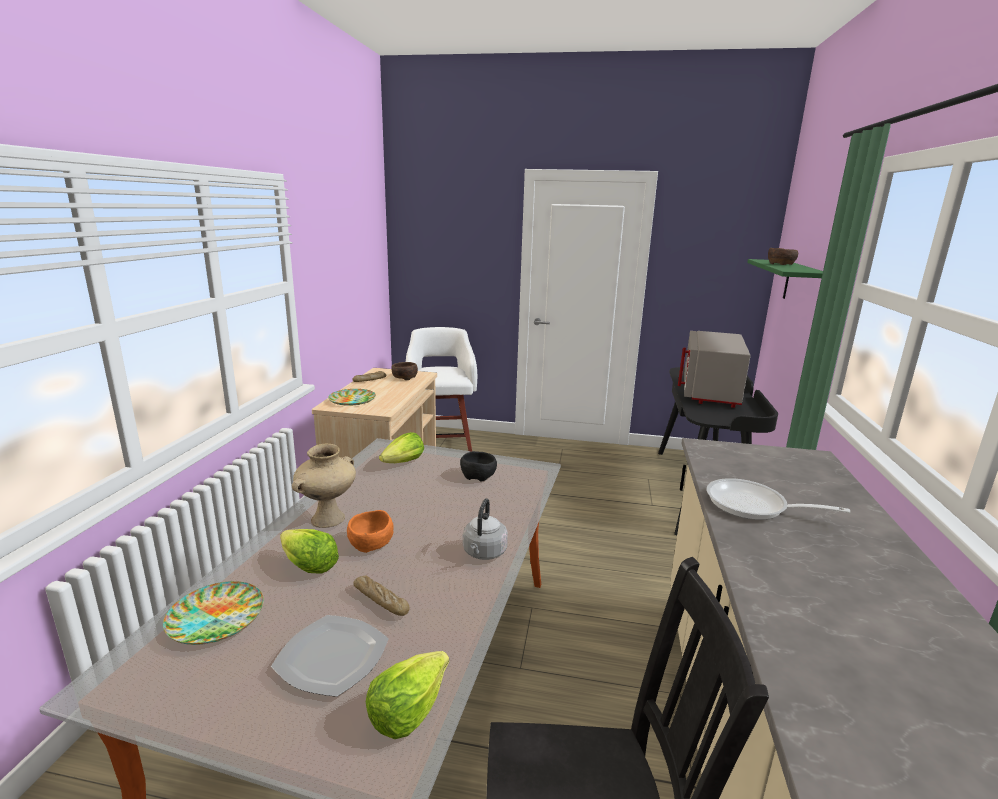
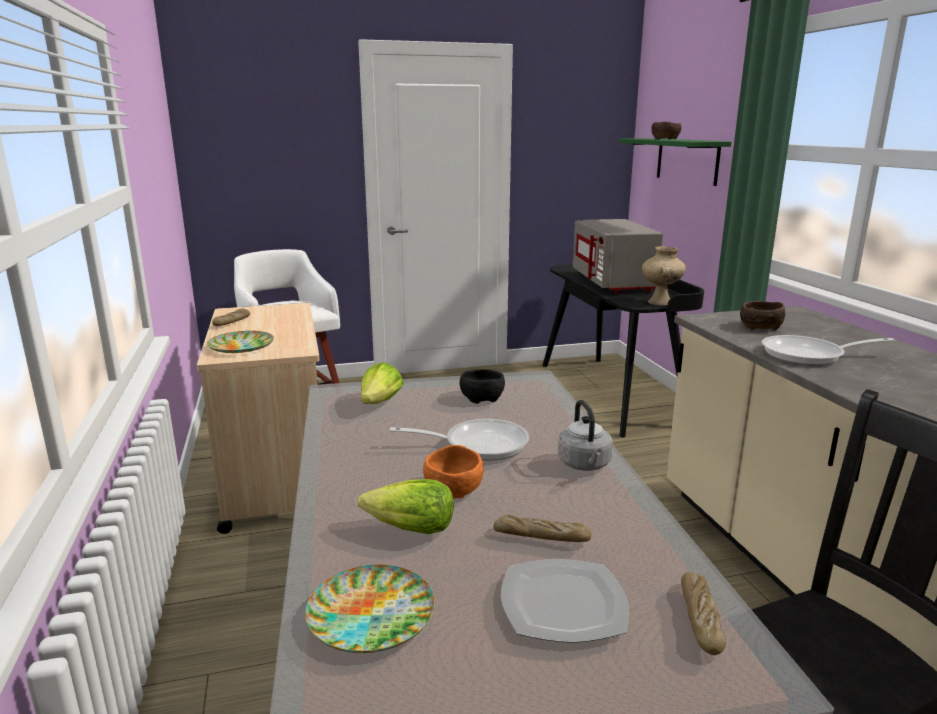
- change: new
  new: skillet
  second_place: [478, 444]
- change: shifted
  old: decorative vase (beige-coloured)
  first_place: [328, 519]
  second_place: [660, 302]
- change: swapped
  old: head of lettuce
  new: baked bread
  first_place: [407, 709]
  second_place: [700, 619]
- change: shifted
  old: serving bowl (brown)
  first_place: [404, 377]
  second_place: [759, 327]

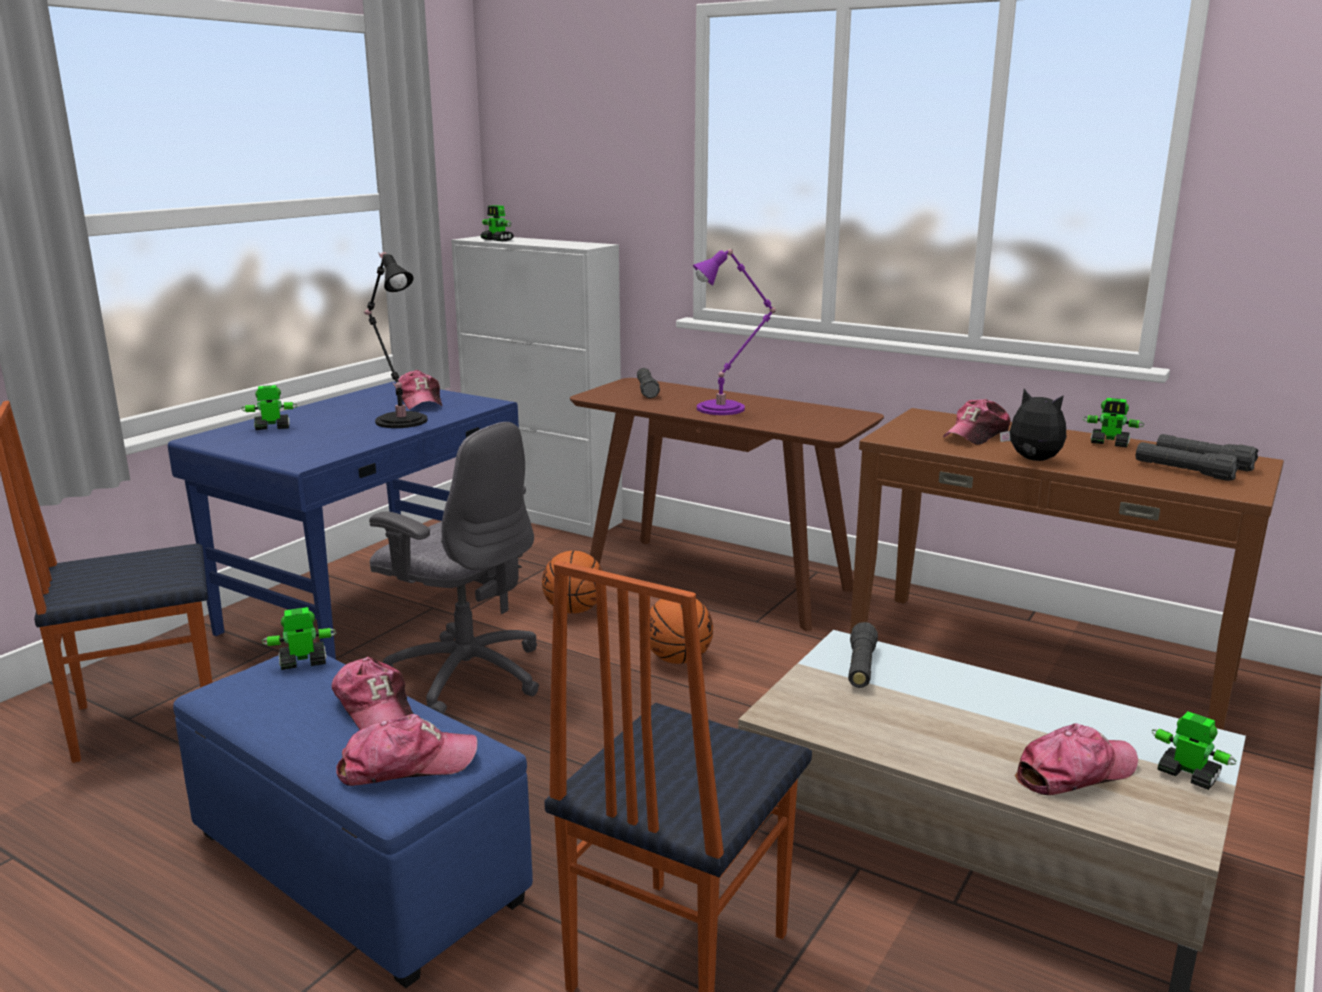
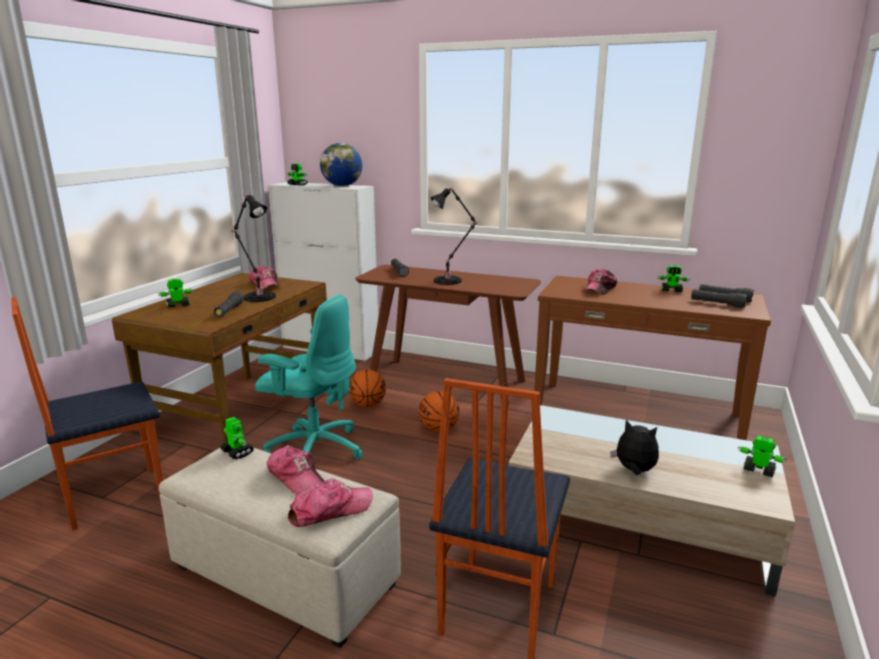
- change: repainted
  old: desk unit (blue)
  new: desk unit (brown)
  first_place: [372, 607]
  second_place: [242, 412]
- change: repainted
  old: footrest (blue)
  new: footrest (beige-coloured)
  first_place: [355, 865]
  second_place: [283, 575]
- change: shifted
  old: hand torch (black-coloured)
  first_place: [861, 667]
  second_place: [229, 311]
- change: rotated
  old: robot figure
  first_place: [302, 662]
  second_place: [237, 452]
  degrees: 75
- change: repainted
  old: computer chair (greyish)
  new: computer chair (blue-green)
  first_place: [466, 675]
  second_place: [314, 449]
- change: new
  new: desk globe
  second_place: [342, 186]
- change: repainted
  old: table lamp (purple)
  new: table lamp (black-coloured)
  first_place: [725, 408]
  second_place: [450, 280]
- change: shifted
  old: plush toy
  first_place: [1032, 460]
  second_place: [634, 471]
- change: gone
  old: baseball cap
  first_place: [1074, 772]

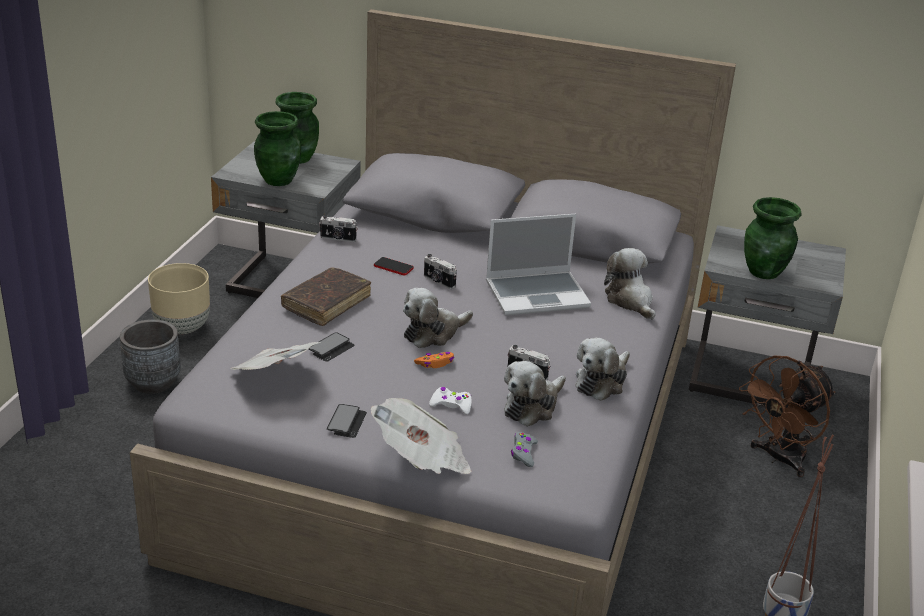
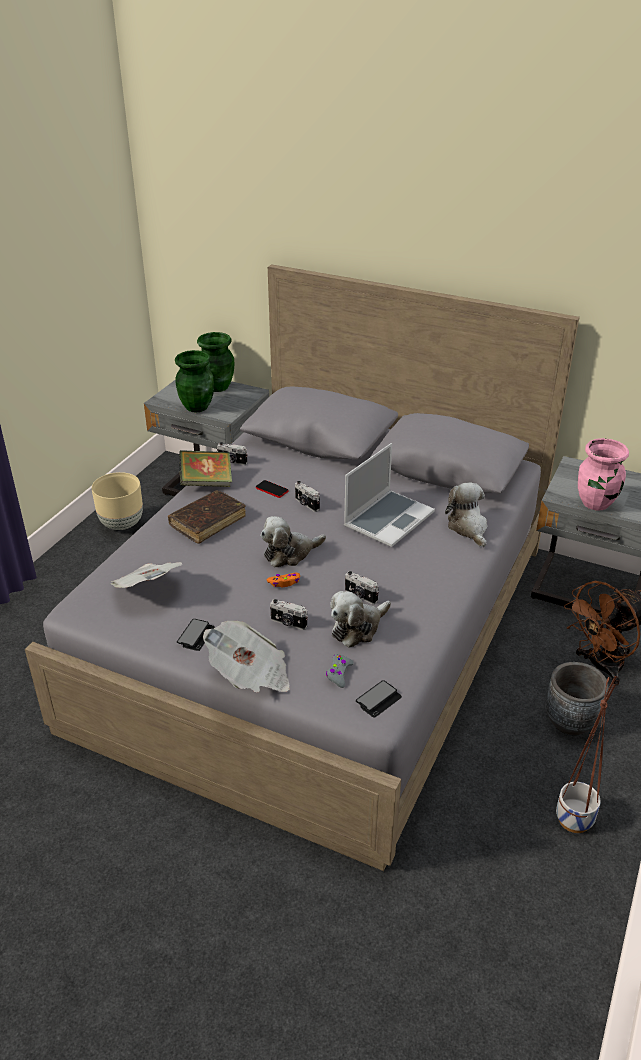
- change: new
  new: bound book
  second_place: [206, 483]
- change: swapped
  old: joypad (whitish)
  new: still camera
  first_place: [451, 405]
  second_place: [288, 623]
- change: rotated
  old: laptop
  first_place: [538, 294]
  second_place: [388, 519]
  degrees: -45
- change: shifted
  old: telephone
  first_place: [331, 348]
  second_place: [378, 700]
- change: shifted
  old: plant pot (greyish)
  first_place: [153, 382]
  second_place: [570, 721]
- change: repainted
  old: decorative vase (greenish)
  new: decorative vase (pink-coloured)
  first_place: [764, 272]
  second_place: [596, 503]
- change: gone
  old: plush toy
  first_place: [602, 382]

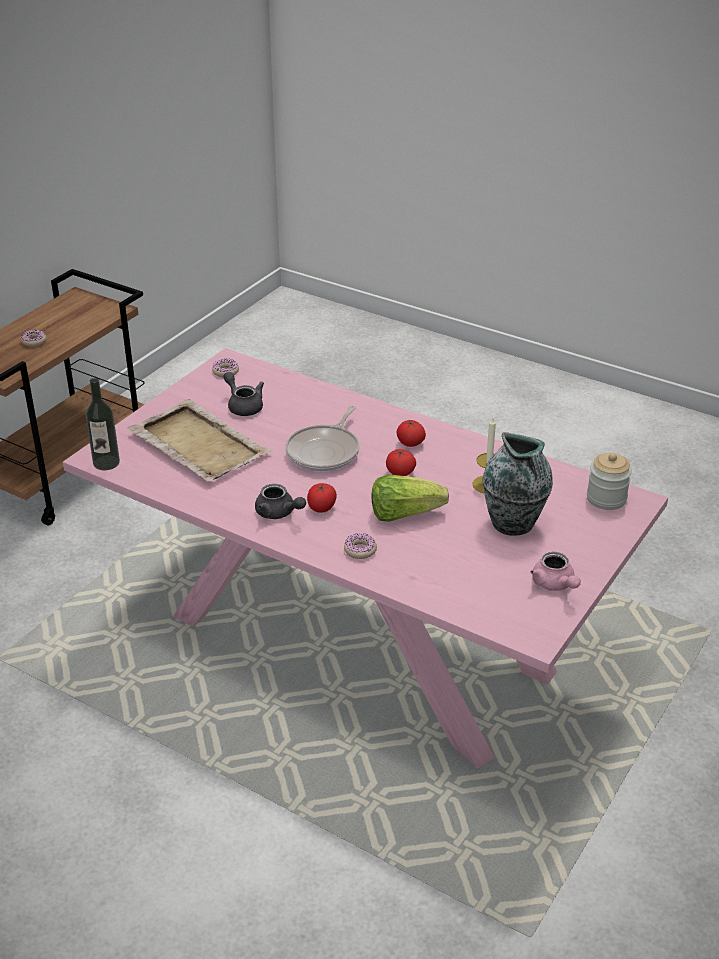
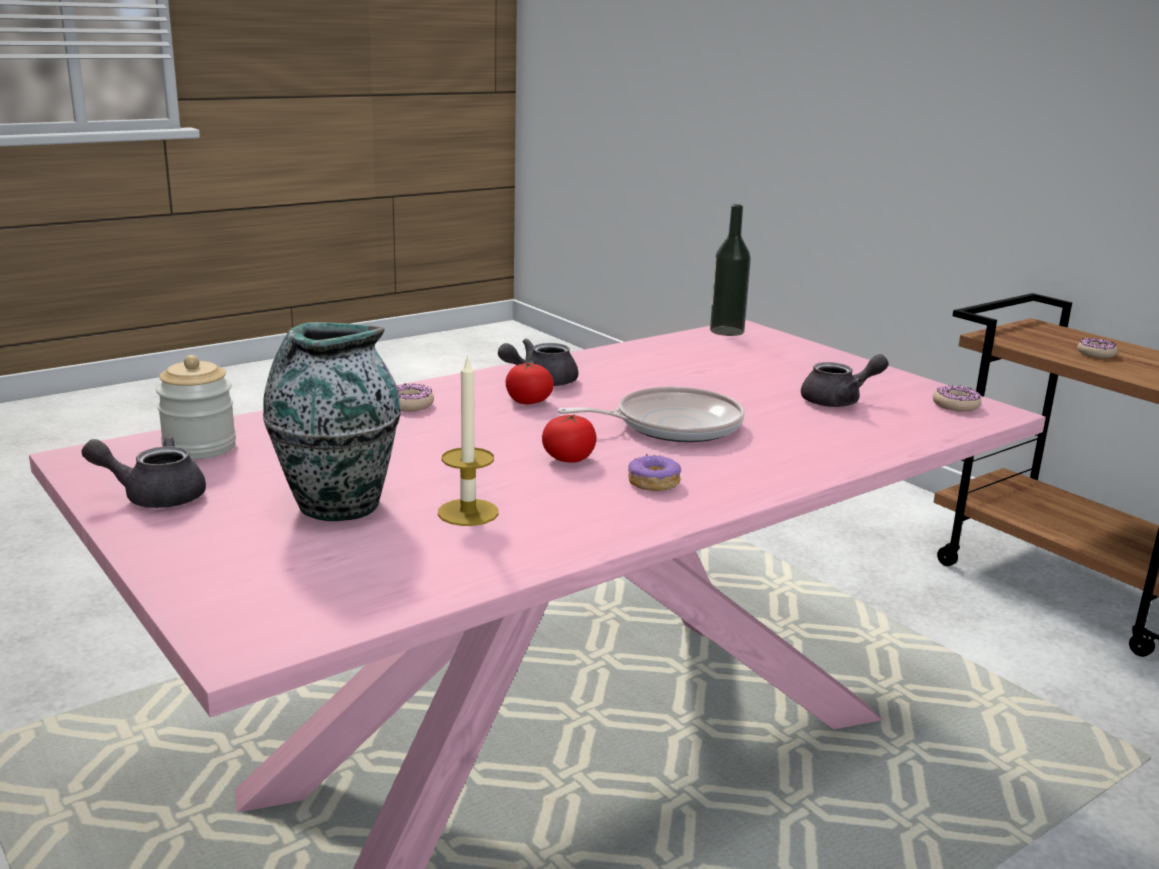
- change: repainted
  old: pot for tea (pink-coloured)
  new: pot for tea (greyish)
  first_place: [555, 584]
  second_place: [154, 496]
- change: shifted
  old: preserve jar
  first_place: [606, 498]
  second_place: [199, 447]
- change: rotated
  old: skillet
  first_place: [325, 451]
  second_place: [671, 425]
  degrees: 120
- change: swapped
  old: fresh tomato
  new: doughnut
  first_place: [410, 443]
  second_place: [653, 482]
- change: gone
  old: tray (beige-coloured)
  first_place: [198, 444]
- change: gone
  old: head of lettuce
  first_place: [404, 514]

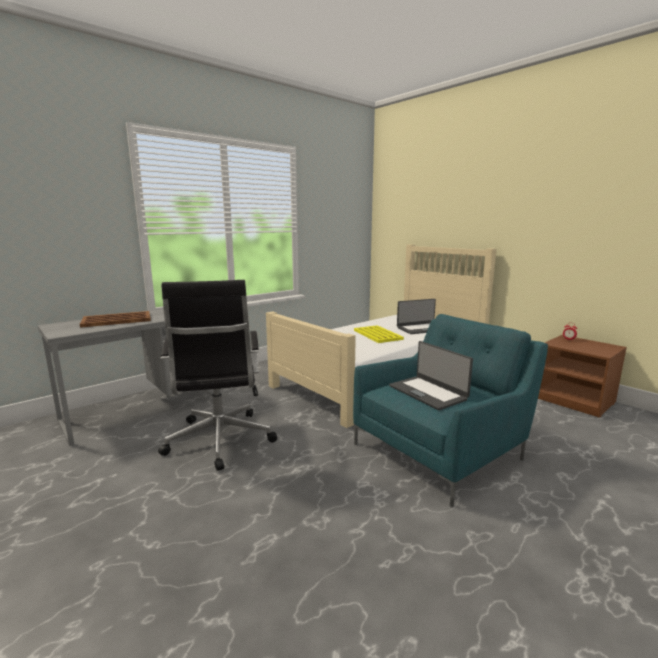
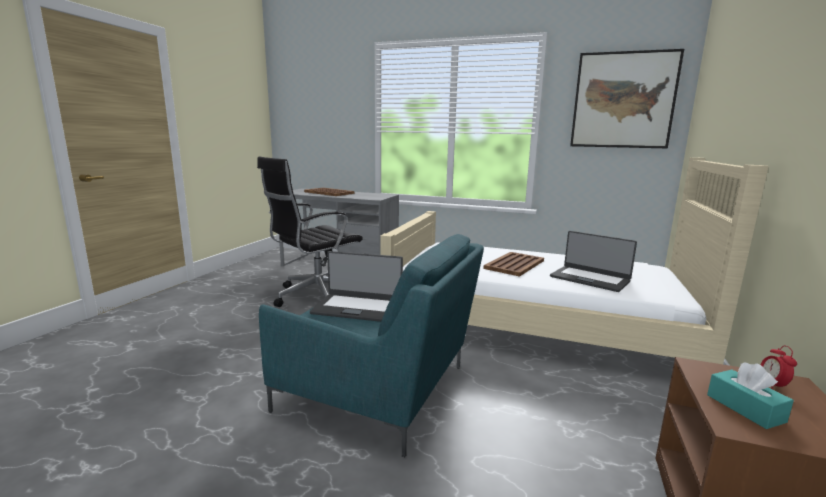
- change: rotated
  old: laptop
  first_place: [428, 392]
  second_place: [358, 308]
  degrees: -105
- change: repainted
  old: tray (yellow)
  new: tray (brown)
  first_place: [377, 334]
  second_place: [515, 264]
- change: new
  new: wall art
  second_place: [623, 100]
- change: new
  new: box of tissues (blue-green)
  second_place: [745, 408]

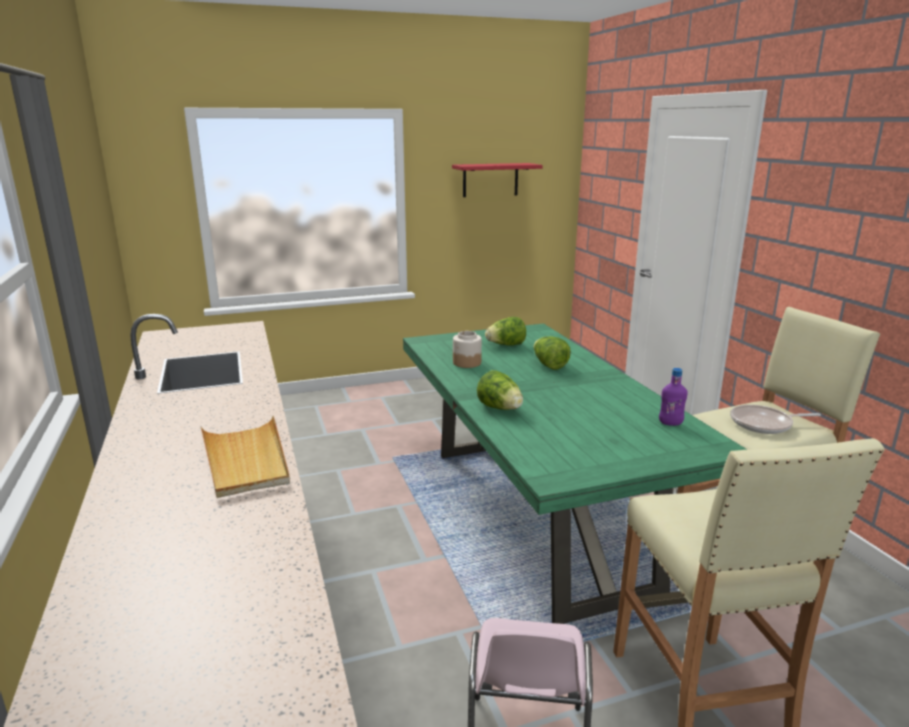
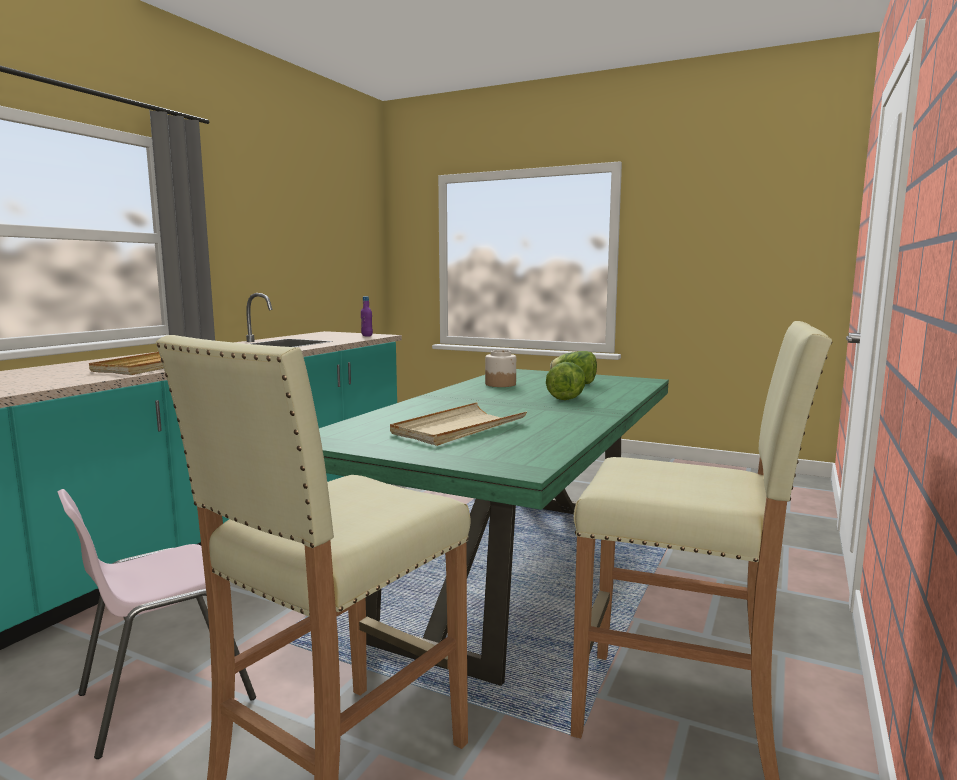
- change: shifted
  old: beverage bottle (purple)
  first_place: [670, 423]
  second_place: [367, 336]
- change: new
  new: tray (beige-coloured)
  second_place: [458, 428]
- change: gone
  old: wall shelf (red-coloured)
  first_place: [490, 180]
- change: gone
  old: head of lettuce
  first_place: [500, 408]
- change: gone
  old: skillet
  first_place: [764, 424]

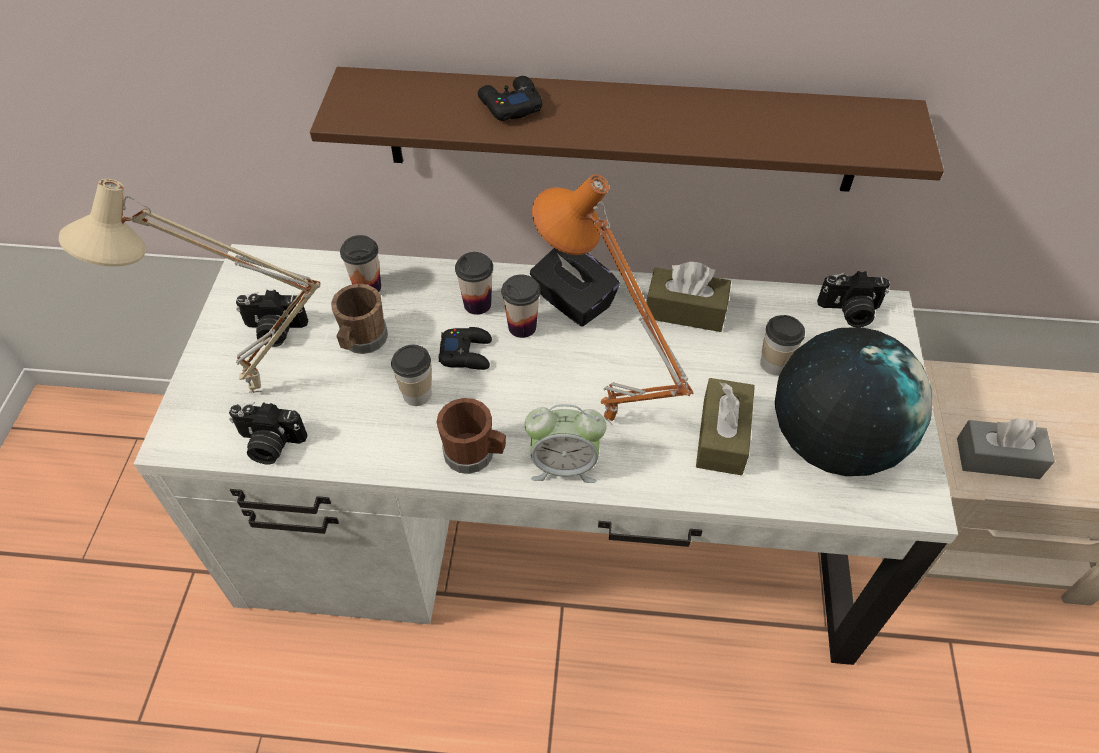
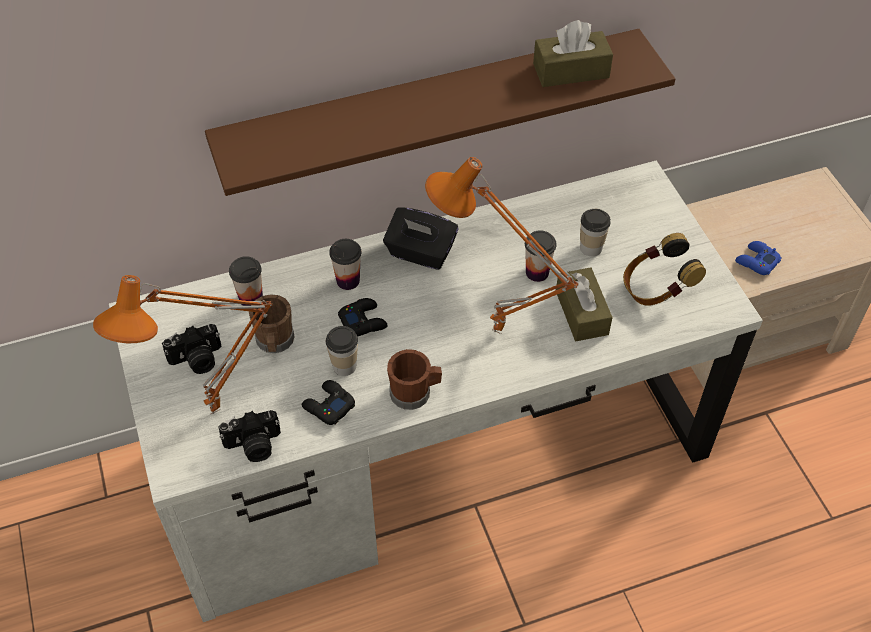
- change: repainted
  old: table lamp (beige-coloured)
  new: table lamp (orange-coloured)
  first_place: [255, 396]
  second_place: [217, 415]
- change: shifted
  old: joypad (black-coloured)
  first_place: [510, 105]
  second_place: [328, 406]
- change: shifted
  old: cup
  first_place: [522, 327]
  second_place: [537, 272]
- change: shifted
  old: box of tissues (brown)
  first_place: [685, 310]
  second_place: [571, 71]
- change: swapped
  old: desk globe
  new: headphones
  first_place: [832, 442]
  second_place: [656, 289]
- change: swapped
  old: box of tissues (greyish)
  new: joypad (blue)
  first_place: [997, 458]
  second_place: [756, 261]
- change: gone
  old: alarm clock
  first_place: [564, 465]
- change: gone
  old: still camera
  first_place: [849, 312]

